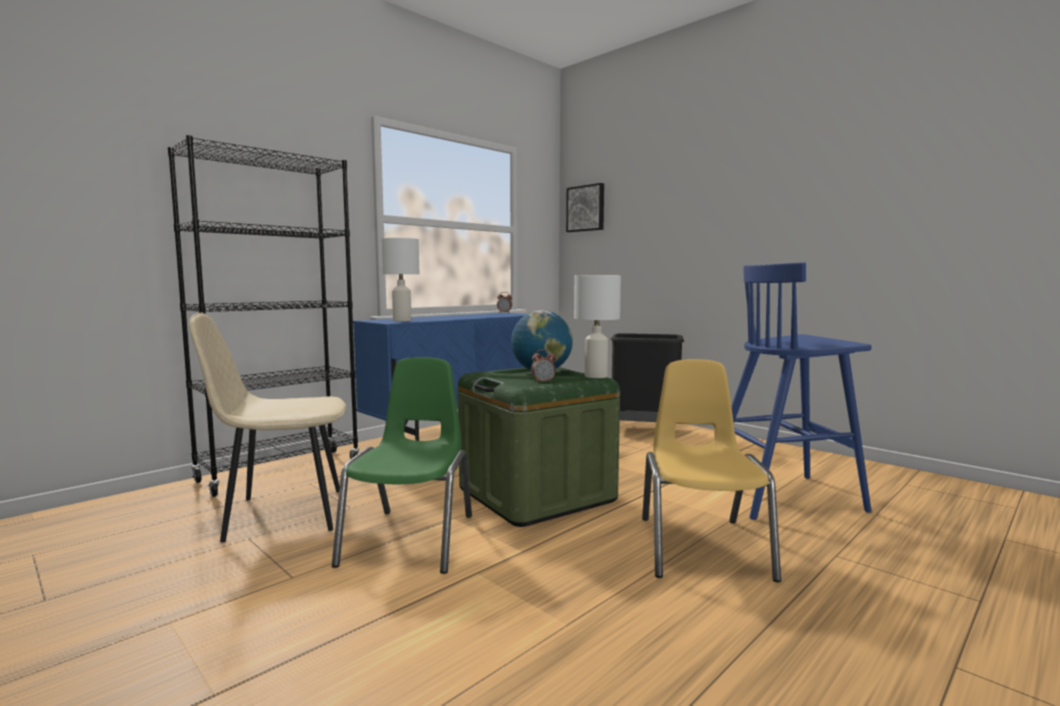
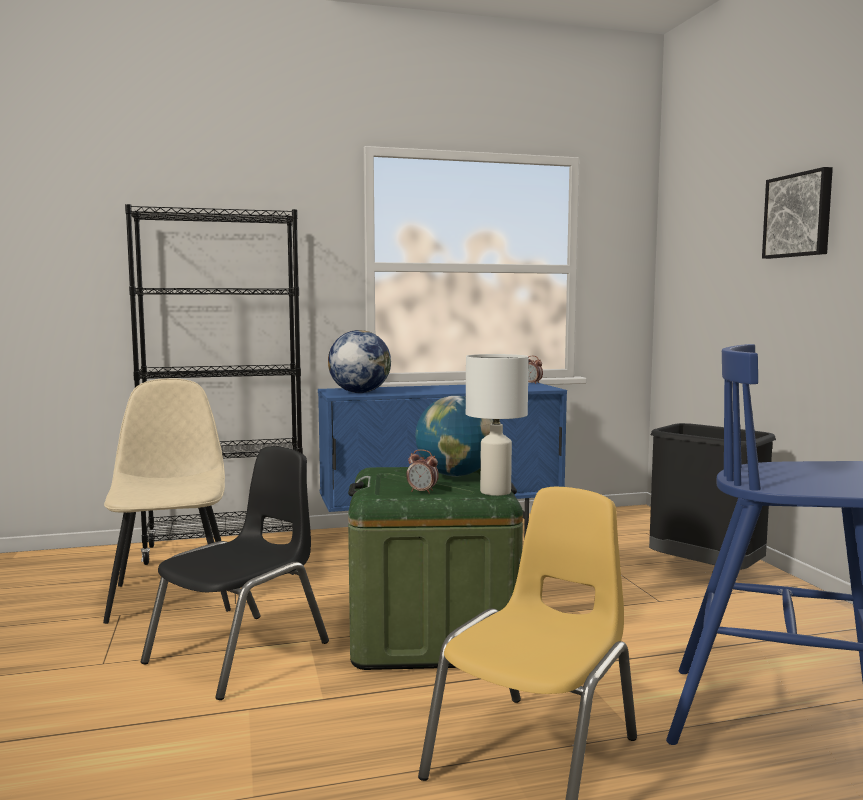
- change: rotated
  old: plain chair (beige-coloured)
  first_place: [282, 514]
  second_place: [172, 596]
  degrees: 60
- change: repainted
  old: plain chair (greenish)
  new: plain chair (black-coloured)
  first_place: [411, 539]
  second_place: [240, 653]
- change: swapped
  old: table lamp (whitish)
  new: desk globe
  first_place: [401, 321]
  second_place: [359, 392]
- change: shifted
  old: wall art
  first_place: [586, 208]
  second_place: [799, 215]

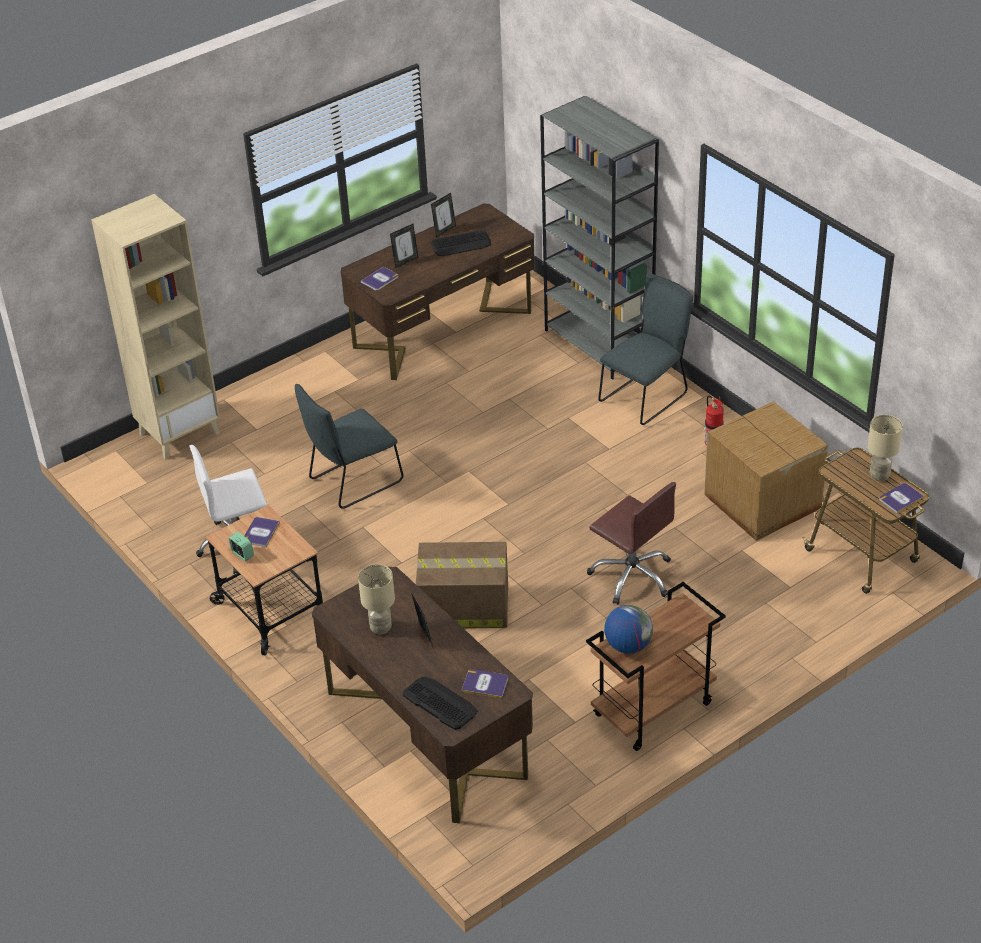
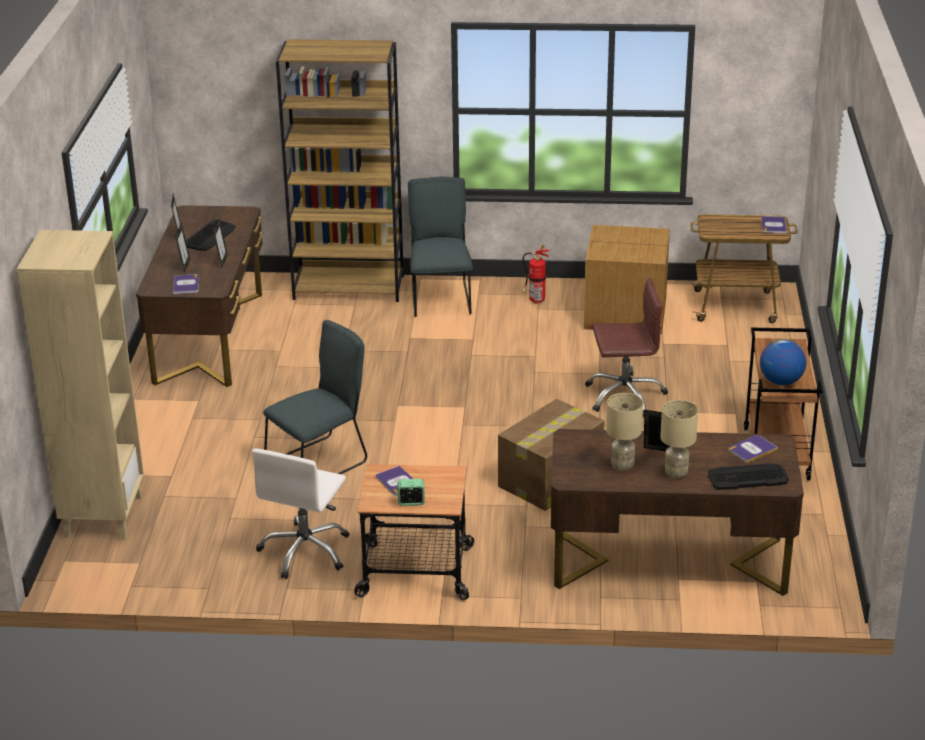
- change: new
  new: photo frame
  second_place: [222, 261]
- change: rotated
  old: plain chair (greyish)
  first_place: [352, 482]
  second_place: [320, 461]
  degrees: -135
- change: repainted
  old: shelving unit (greyish)
  new: shelving unit (brown)
  first_place: [599, 344]
  second_place: [349, 287]
- change: shifted
  old: table lamp (beige-coloured)
  first_place: [879, 476]
  second_place: [676, 473]

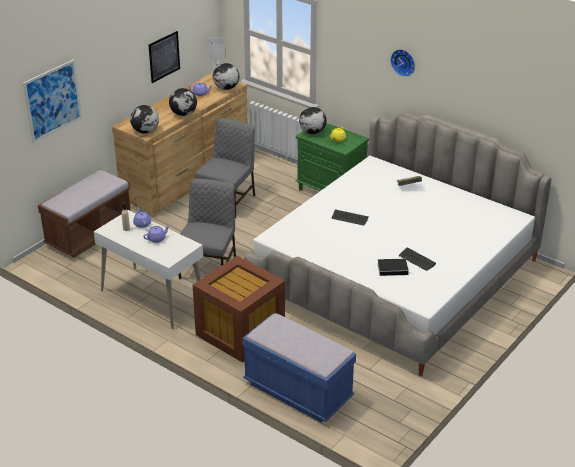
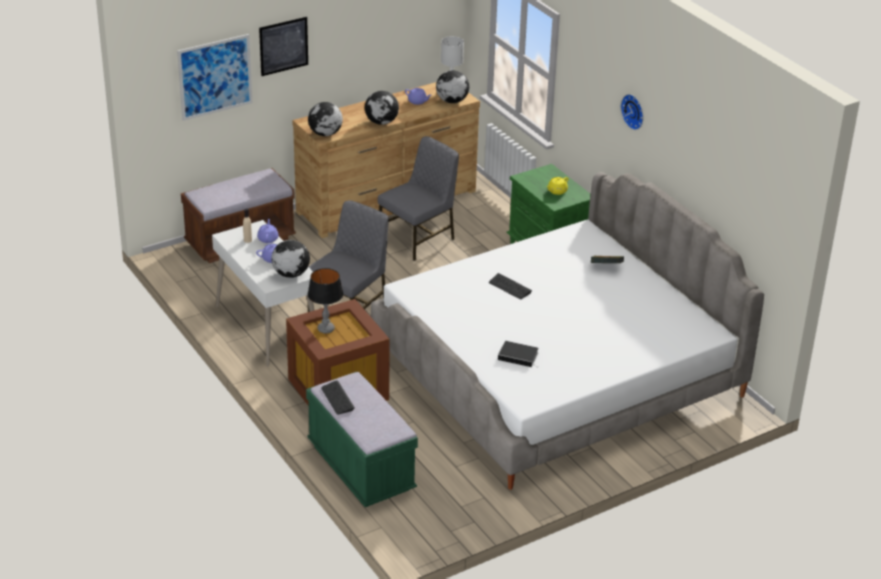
- change: shifted
  old: wall art
  first_place: [164, 56]
  second_place: [283, 46]
- change: shifted
  old: desk globe
  first_place: [312, 132]
  second_place: [290, 274]
- change: repainted
  old: long seat (blue)
  new: long seat (greenish)
  first_place: [298, 391]
  second_place: [361, 468]
- change: new
  new: table lamp
  second_place: [326, 329]
- change: shifted
  old: keyboard
  first_place: [417, 260]
  second_place: [337, 398]

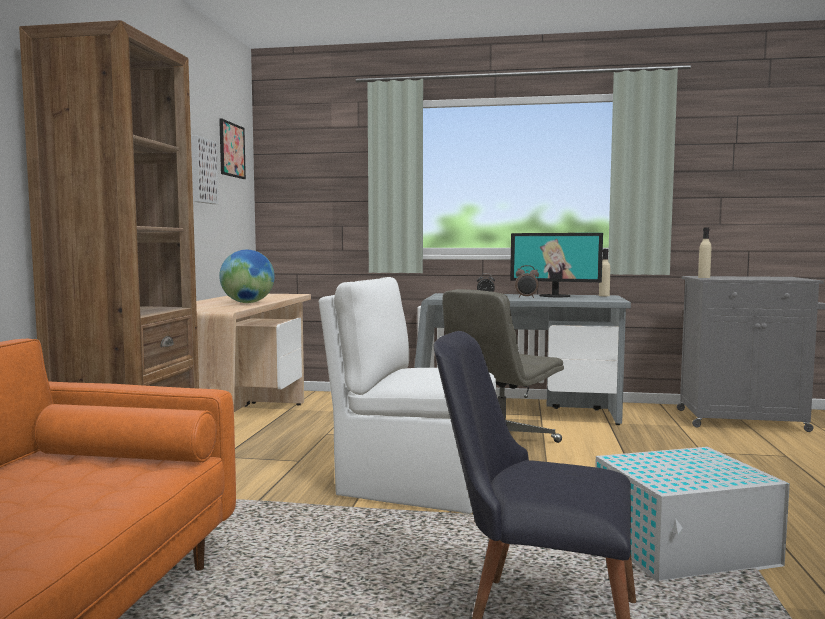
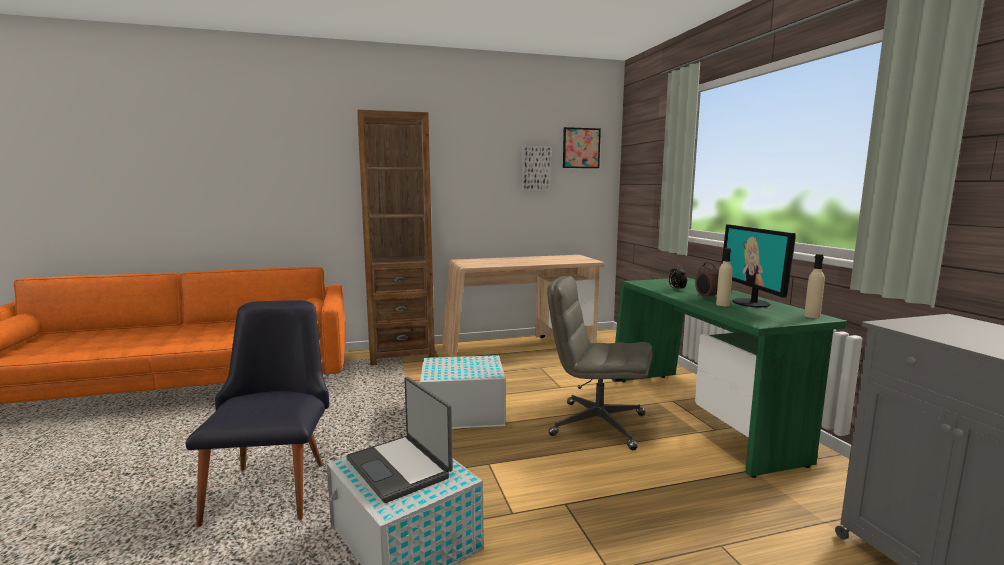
- change: new
  new: laptop
  second_place: [400, 468]
- change: swapped
  old: plain chair (whitish)
  new: storage container (whitish)
  first_place: [414, 485]
  second_place: [464, 413]
- change: repainted
  old: desk unit (greyish)
  new: desk unit (greenish)
  first_place: [515, 413]
  second_place: [700, 417]
- change: shifted
  old: beverage bottle (beige-coloured)
  first_place: [704, 277]
  second_place: [722, 304]
- change: gone
  old: desk globe
  first_place: [247, 303]

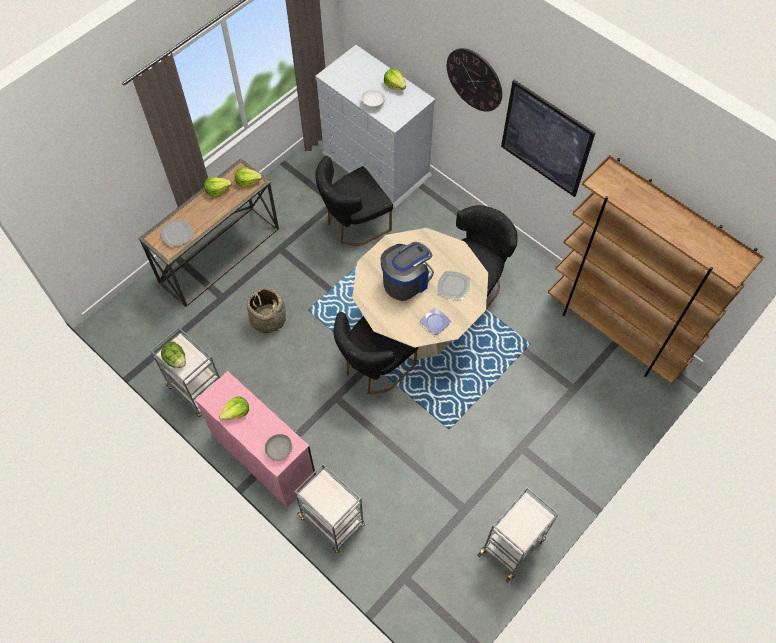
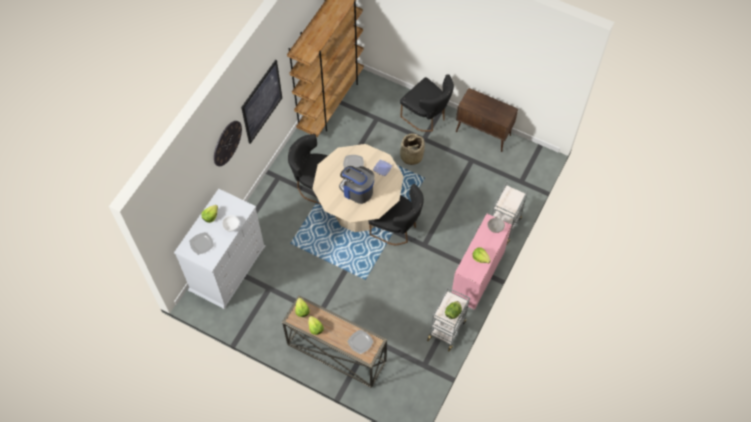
- change: new
  new: plate
  second_place: [201, 244]
- change: shifted
  old: plain chair (black-coloured)
  first_place: [353, 224]
  second_place: [426, 117]
- change: shifted
  old: storage basket
  first_place: [268, 319]
  second_place: [411, 156]
- change: swapped
  old: trolley (greyish)
  new: storage cabinet (brown)
  first_place: [512, 545]
  second_place: [483, 134]

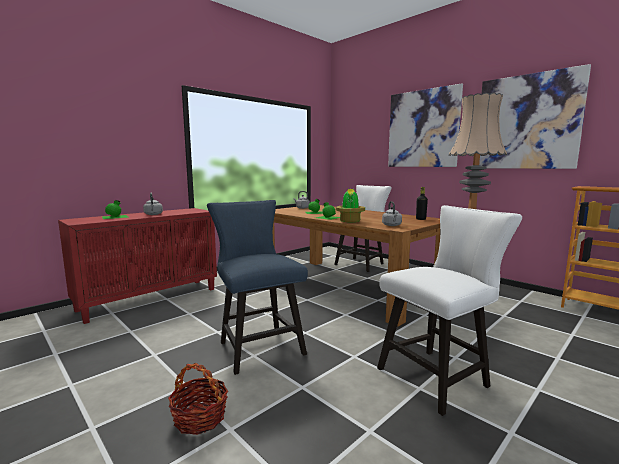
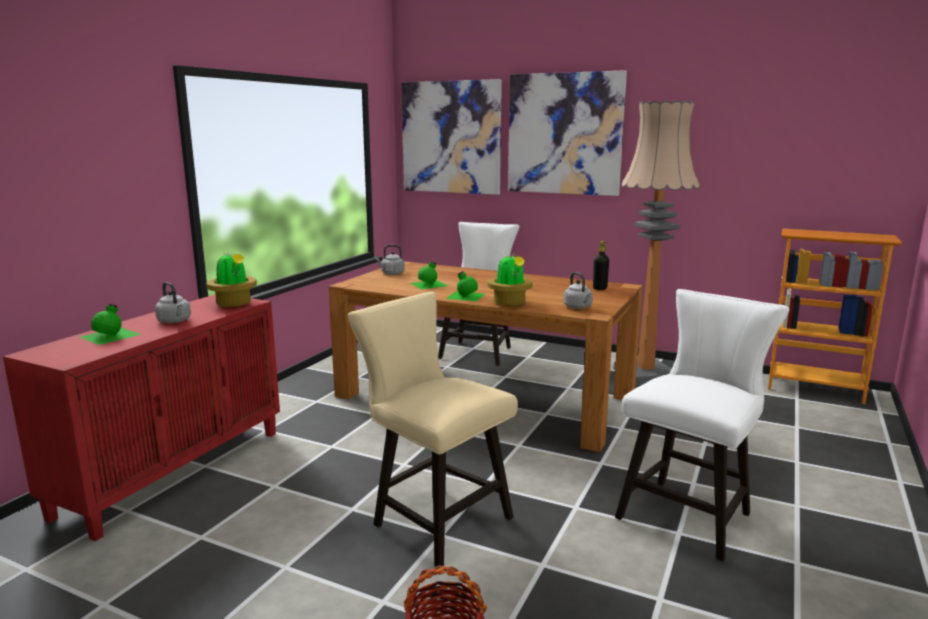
- change: new
  new: houseplant
  second_place: [234, 304]
- change: repainted
  old: plain chair (blue)
  new: plain chair (beige-coloured)
  first_place: [258, 346]
  second_place: [434, 519]
- change: shifted
  old: wall art
  first_place: [527, 122]
  second_place: [451, 137]

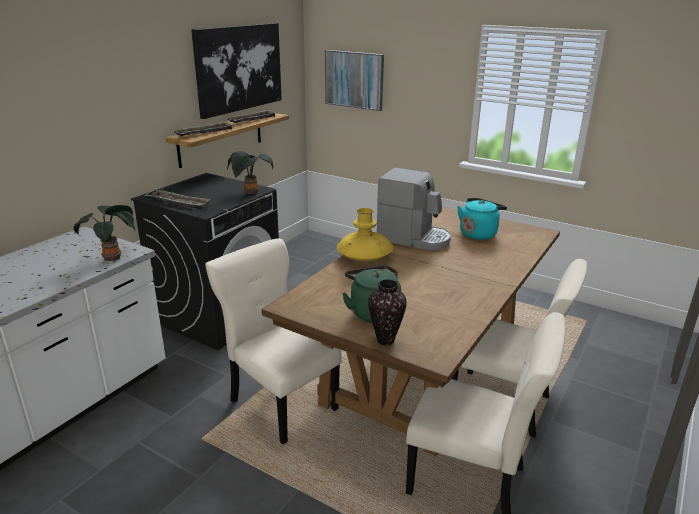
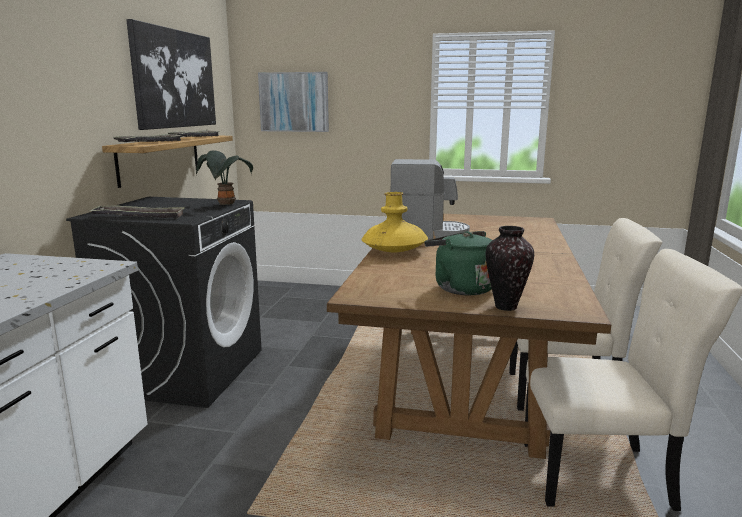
- change: gone
  old: houseplant
  first_place: [113, 257]
- change: gone
  old: plain chair (beige-coloured)
  first_place: [281, 402]
- change: gone
  old: tea kettle (blue-green)
  first_place: [479, 233]

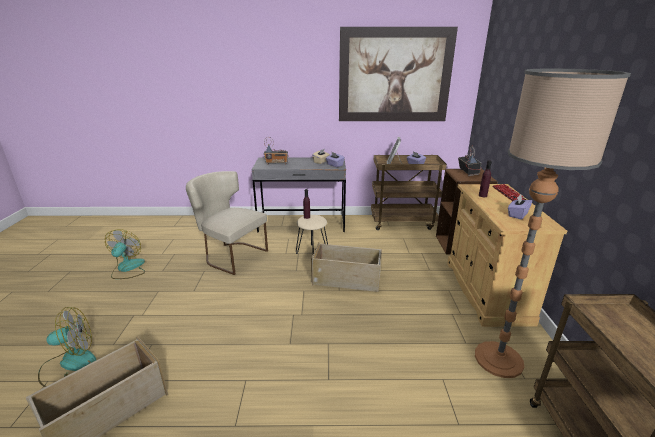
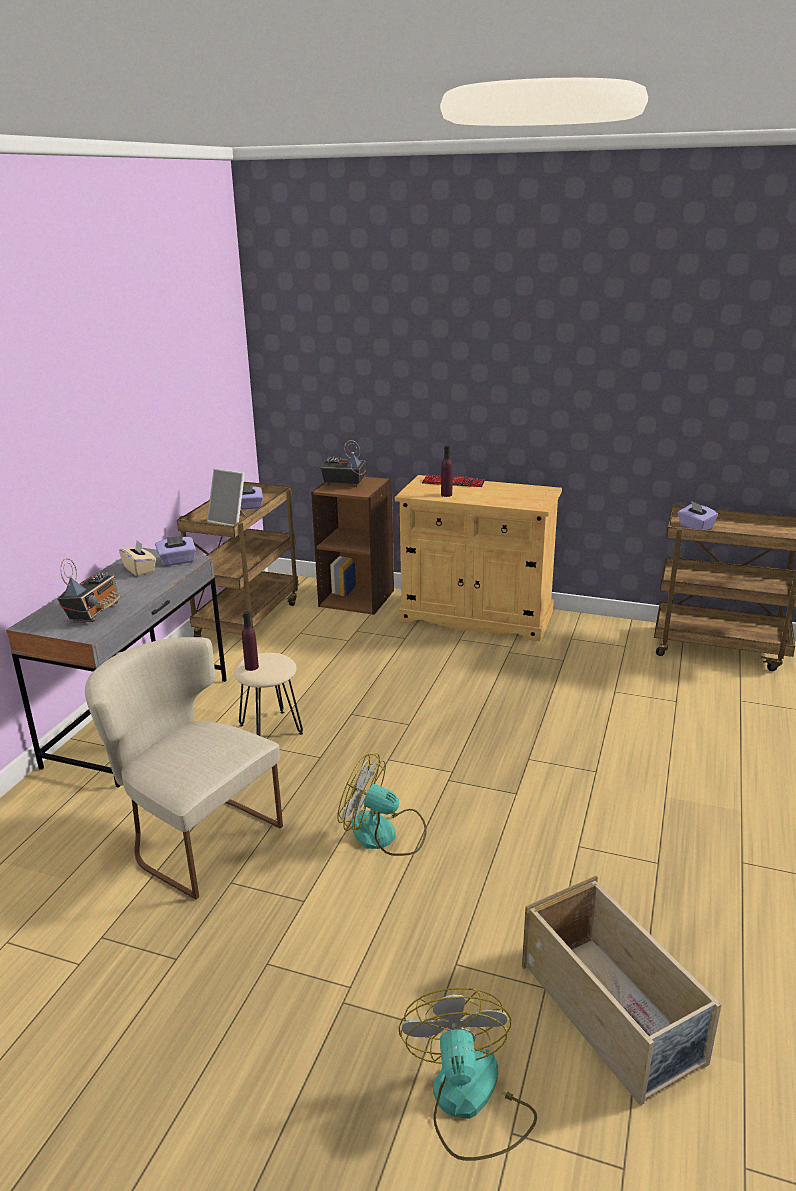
- change: rotated
  old: plain chair (beige-coloured)
  first_place: [231, 255]
  second_place: [194, 836]
  degrees: 75
- change: shifted
  old: cooling fan
  first_place: [127, 269]
  second_place: [384, 834]
- change: shifted
  old: box of tissues (purple)
  first_place: [517, 214]
  second_place: [695, 527]
- change: gone
  old: storage container (beige-coloured)
  first_place: [347, 279]
- change: gone
  old: wall art
  first_place: [394, 76]
- change: gone
  old: standard lamp
  first_place: [498, 359]

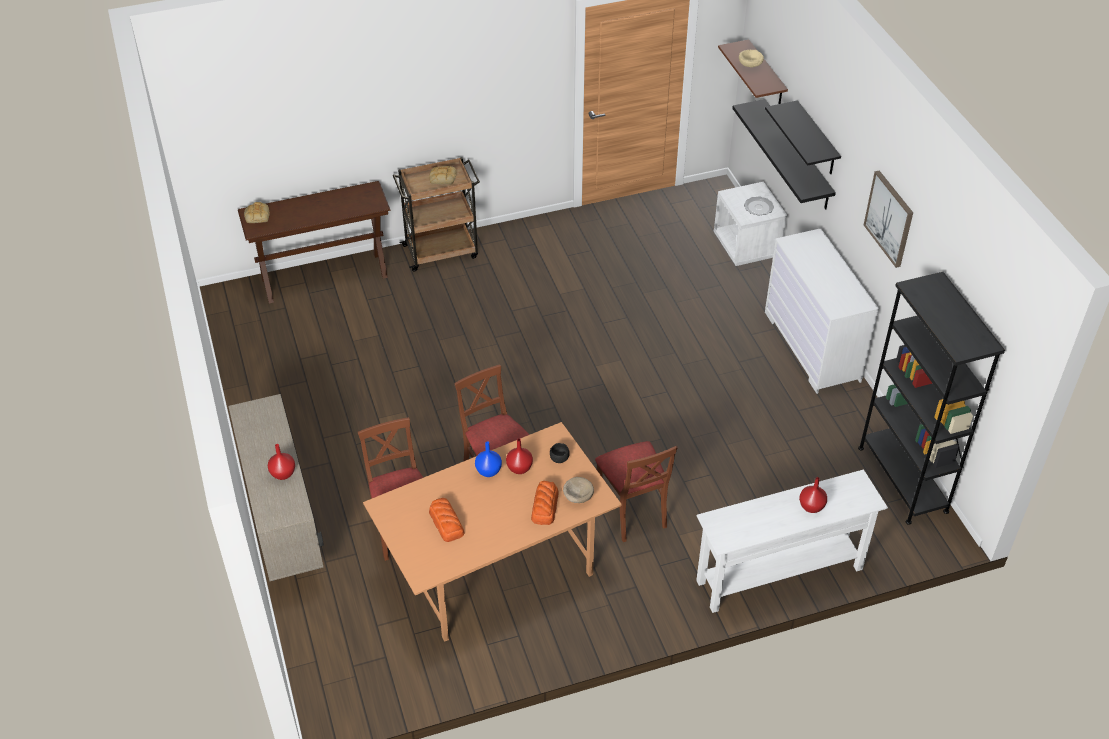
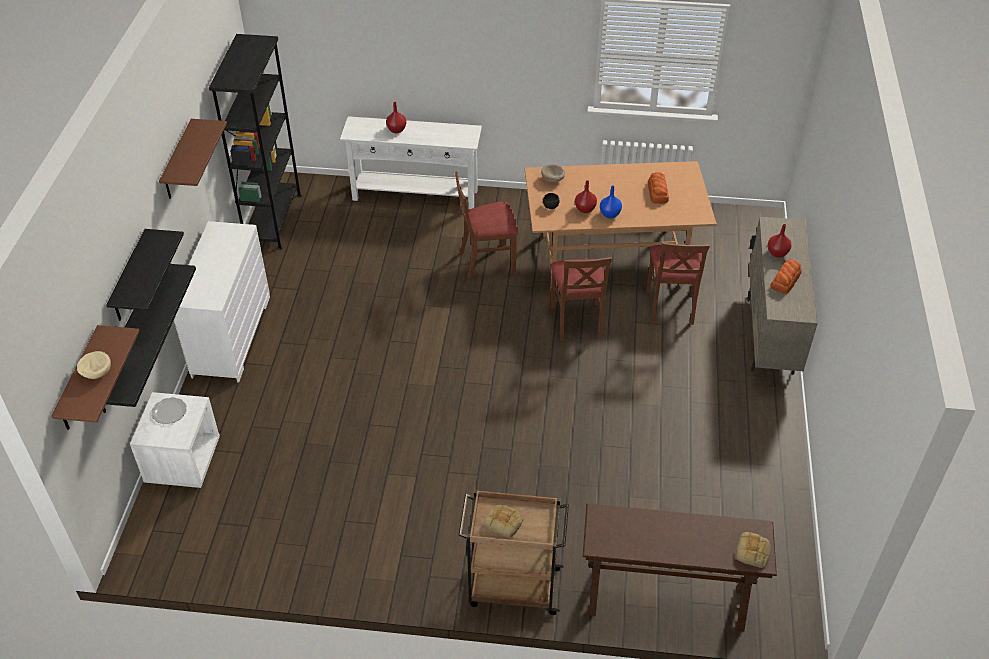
- change: swapped
  old: wall art
  new: wall shelf (brown)
  first_place: [889, 218]
  second_place: [178, 161]
- change: rotated
  old: plain chair (brown)
  first_place: [632, 513]
  second_place: [487, 261]
  degrees: -105
- change: shifted
  old: baked bread
  first_place: [544, 507]
  second_place: [786, 280]

